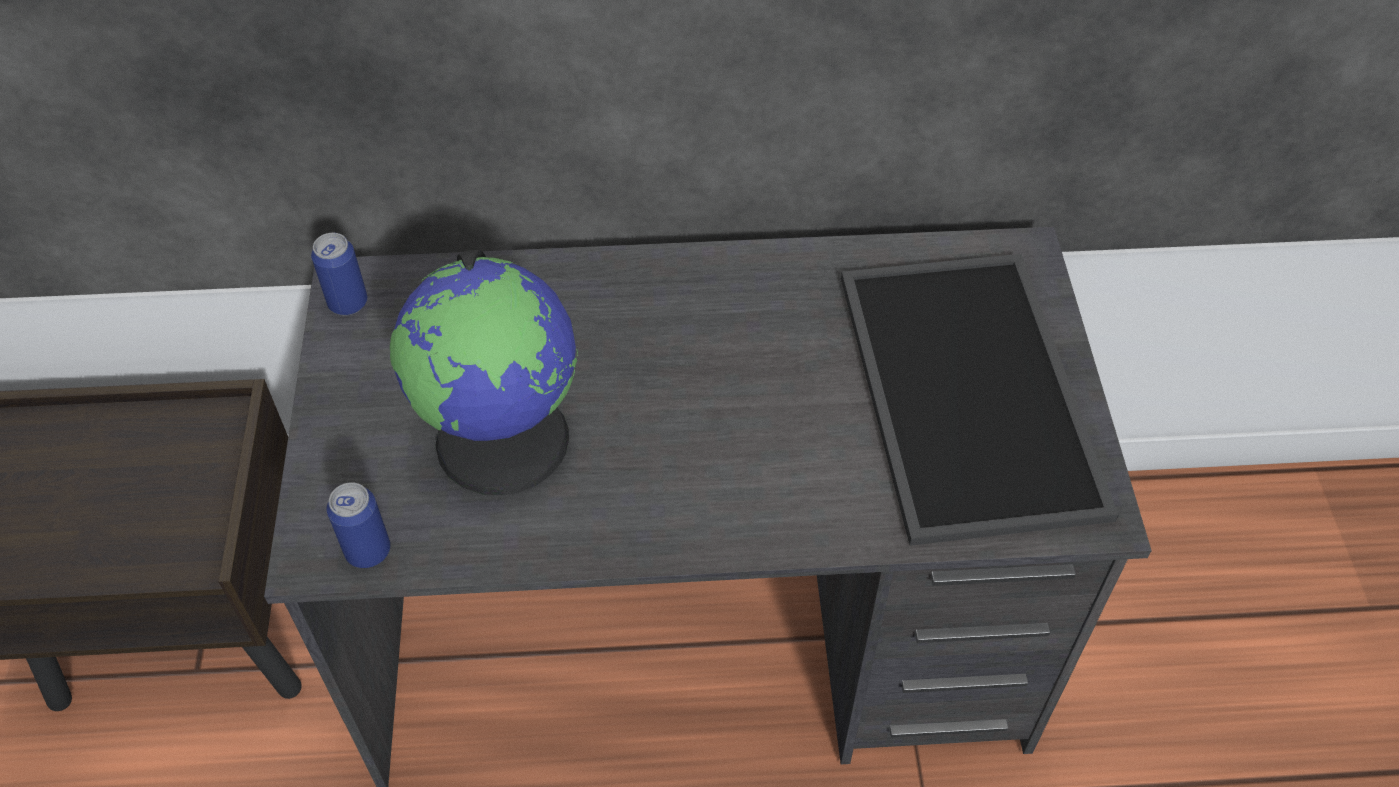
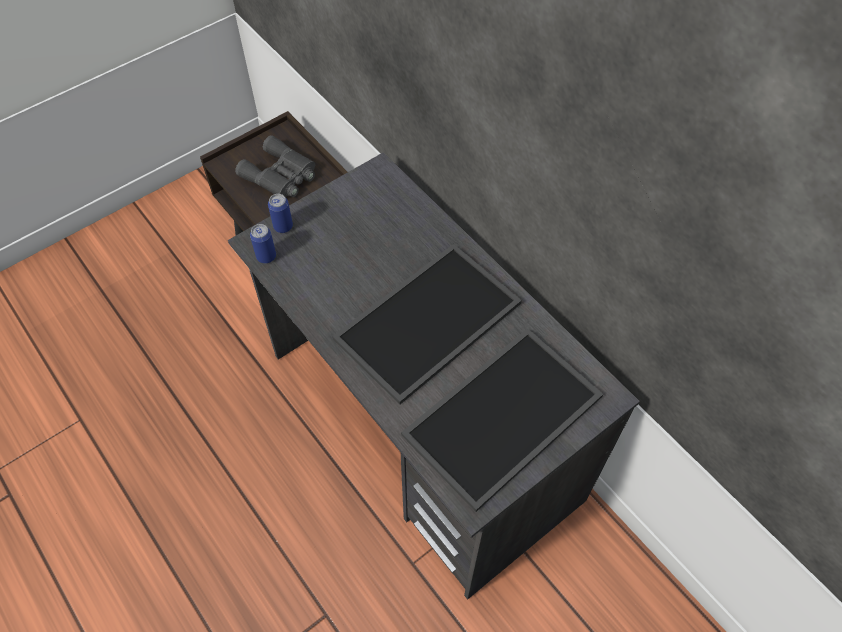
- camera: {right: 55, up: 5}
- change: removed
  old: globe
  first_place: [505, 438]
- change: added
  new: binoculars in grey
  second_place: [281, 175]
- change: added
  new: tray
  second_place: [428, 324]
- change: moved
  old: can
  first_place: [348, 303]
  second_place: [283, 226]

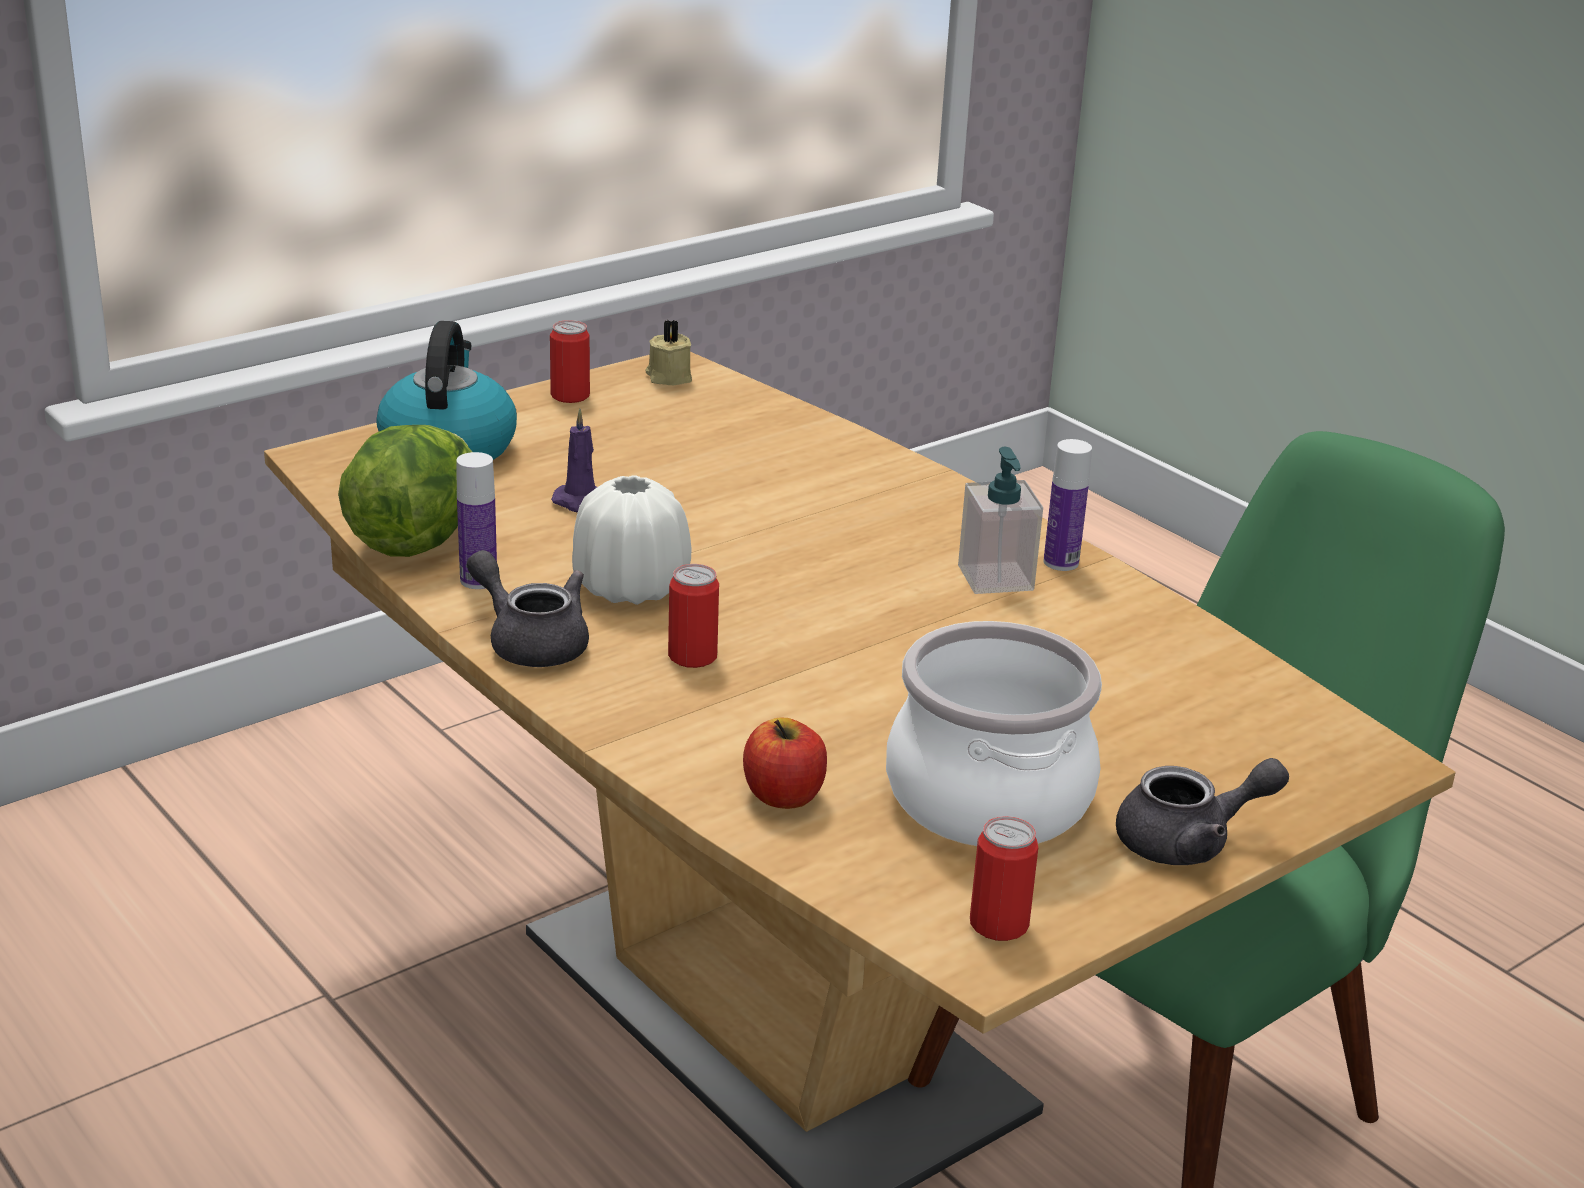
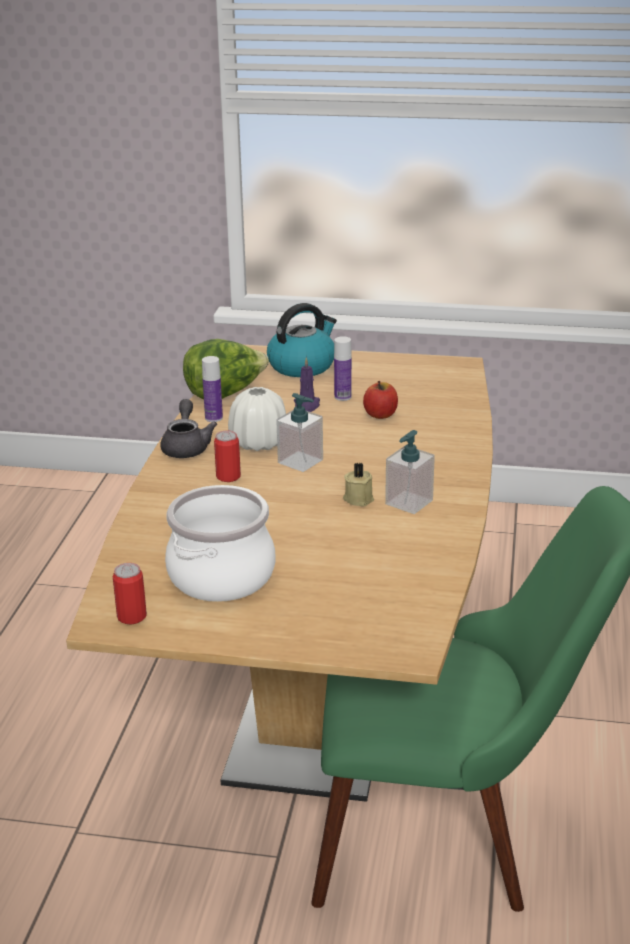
- camera: {right: 50, up: 0}
- change: removed
  old: can
  first_place: [570, 396]
- change: removed
  old: teapot in grey
  first_place: [1189, 842]
- change: added
  new: soap dispenser
  second_place: [300, 461]
- change: moved
  old: candle in beige
  first_place: [668, 377]
  second_place: [358, 498]
- change: moved
  old: apple
  first_place: [783, 796]
  second_place: [380, 414]
- change: moved
  old: bottle
  first_place: [1061, 562]
  second_place: [343, 397]

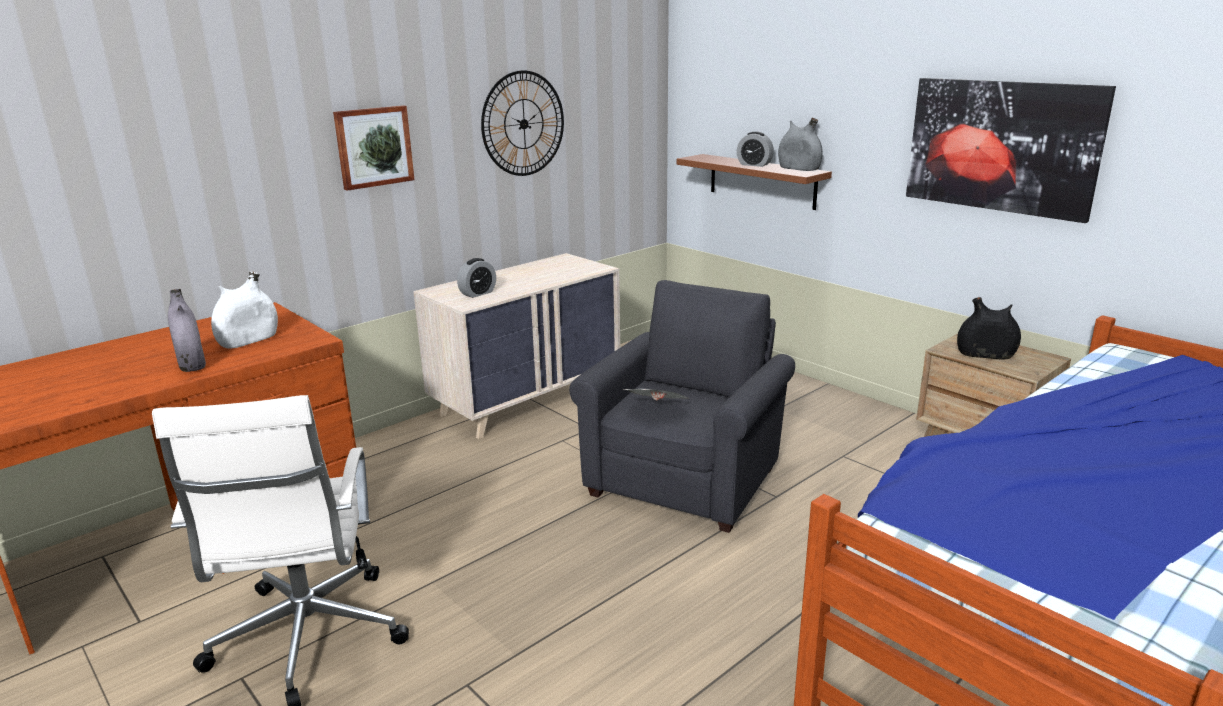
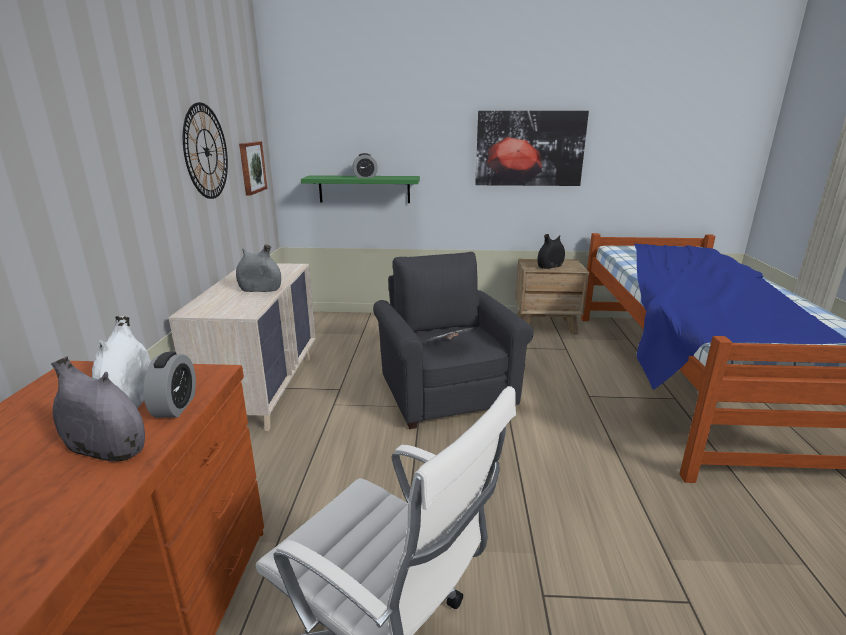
- camera: {right: -45, up: 0}
- change: moved
  old: picture
  first_place: [373, 147]
  second_place: [251, 167]
- change: moved
  old: alarm clock
  first_place: [478, 293]
  second_place: [175, 406]
- change: moved
  old: vase in grey
  first_place: [799, 169]
  second_place: [260, 289]
- change: recoloured
  old: shelf in brown
  new: shelf in green
  first_place: [762, 181]
  second_place: [364, 189]

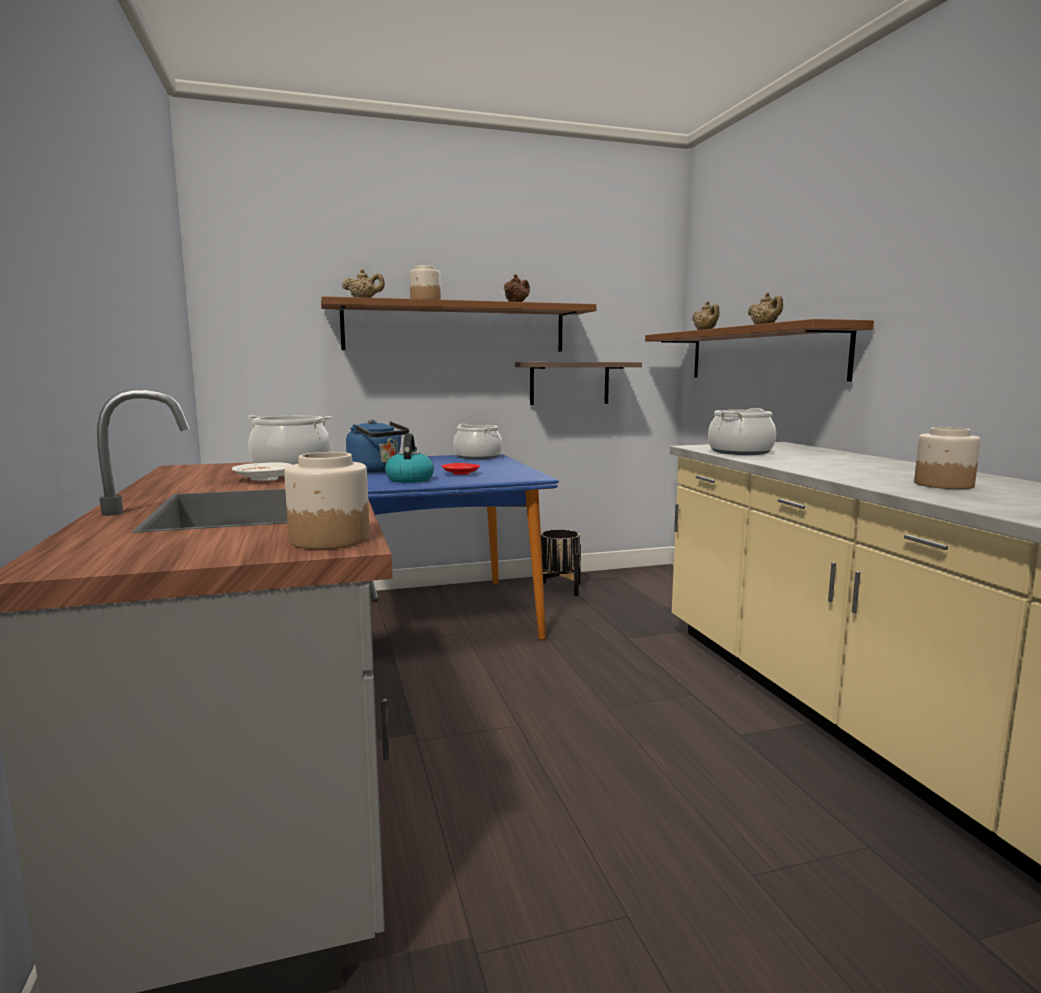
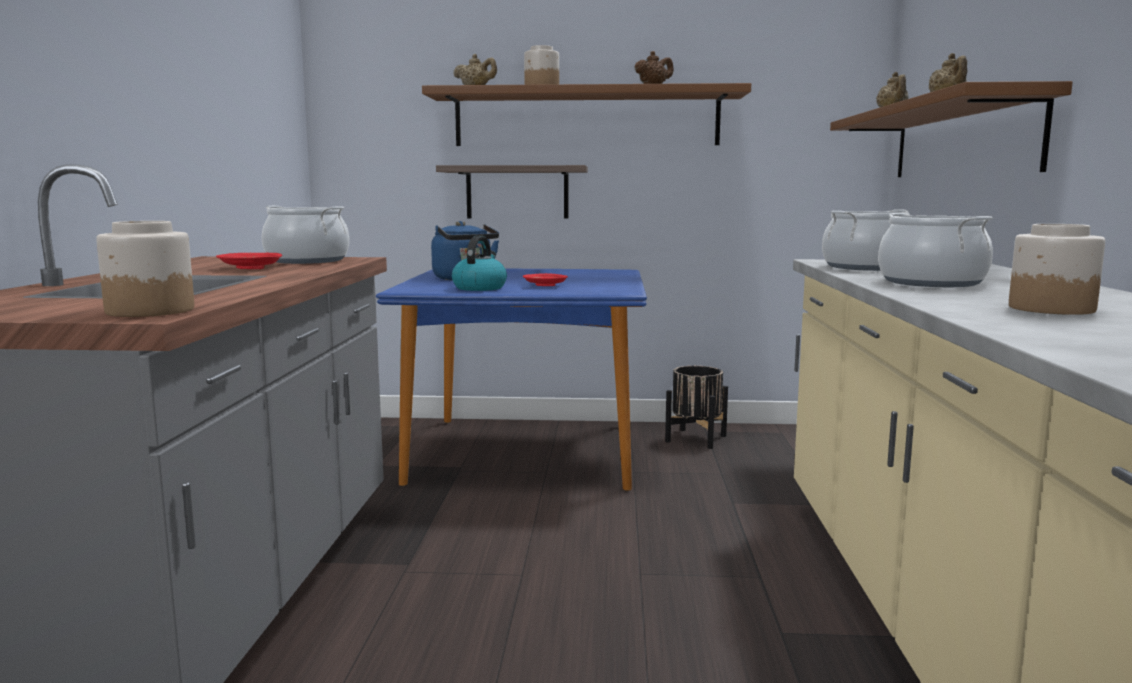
- camera: {right: 20, up: 0}
- change: moved
  old: cooking pot
  first_place: [478, 457]
  second_place: [932, 282]
- change: moved
  old: shelf
  first_place: [569, 383]
  second_place: [517, 192]
- change: recoloured
  old: plate in white
  new: plate in red
  first_place: [264, 479]
  second_place: [250, 268]

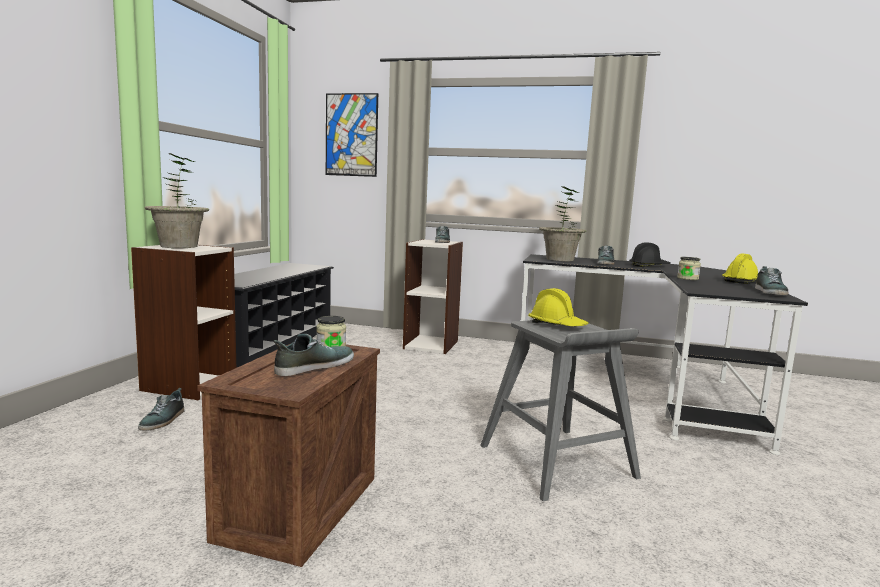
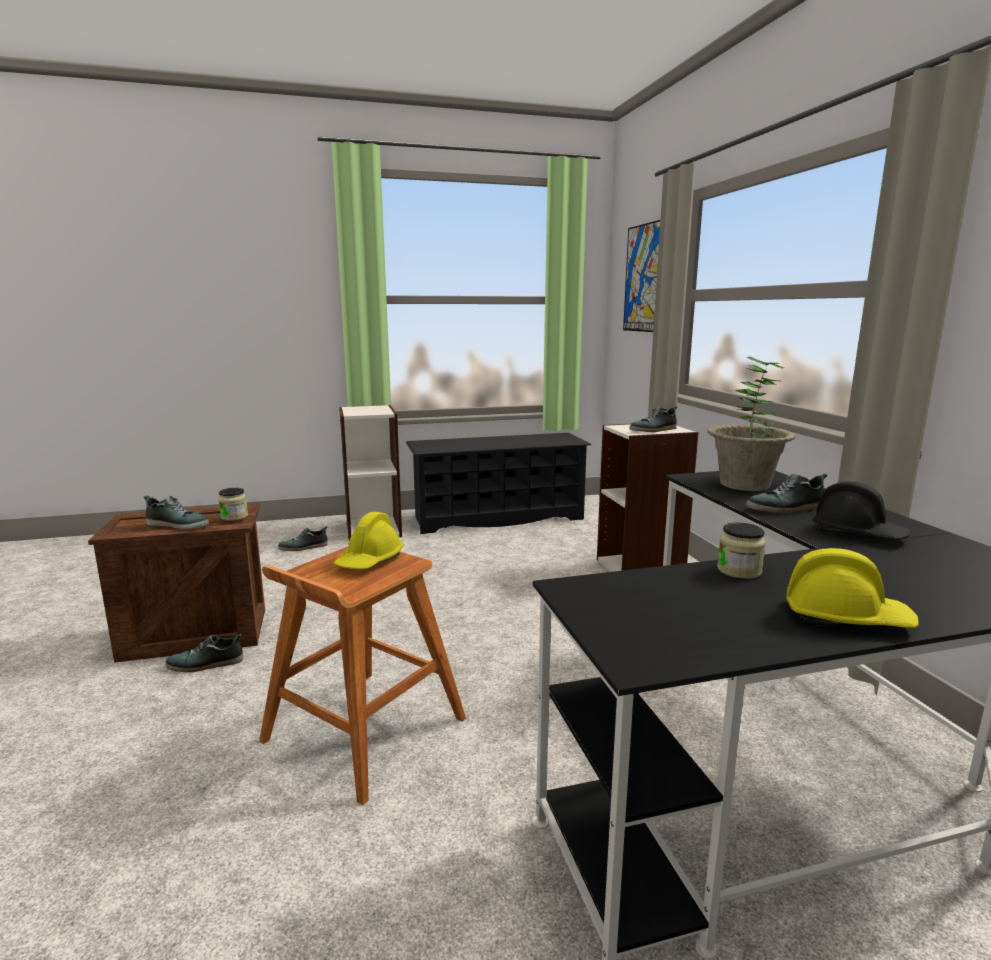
- camera: {right: 60, up: 5}
- change: removed
  old: potted plant
  first_place: [179, 246]
- change: moved
  old: shoe
  first_place: [771, 292]
  second_place: [205, 664]
- change: recoloured
  old: stool in grey
  new: stool in brown
  first_place: [557, 462]
  second_place: [363, 730]

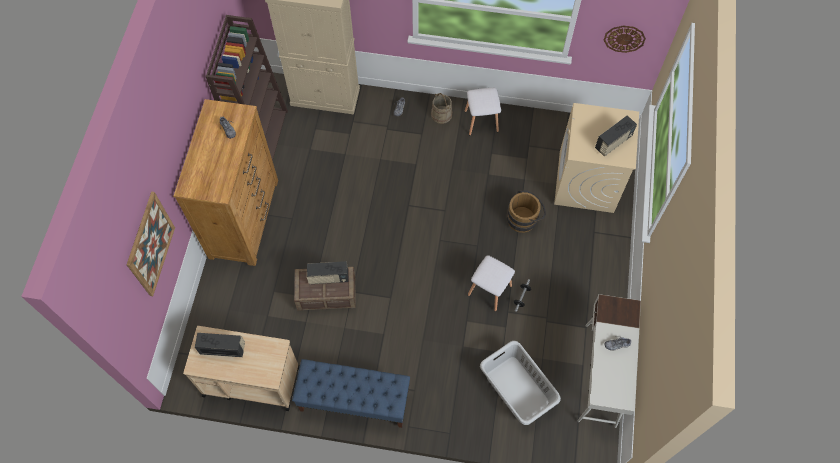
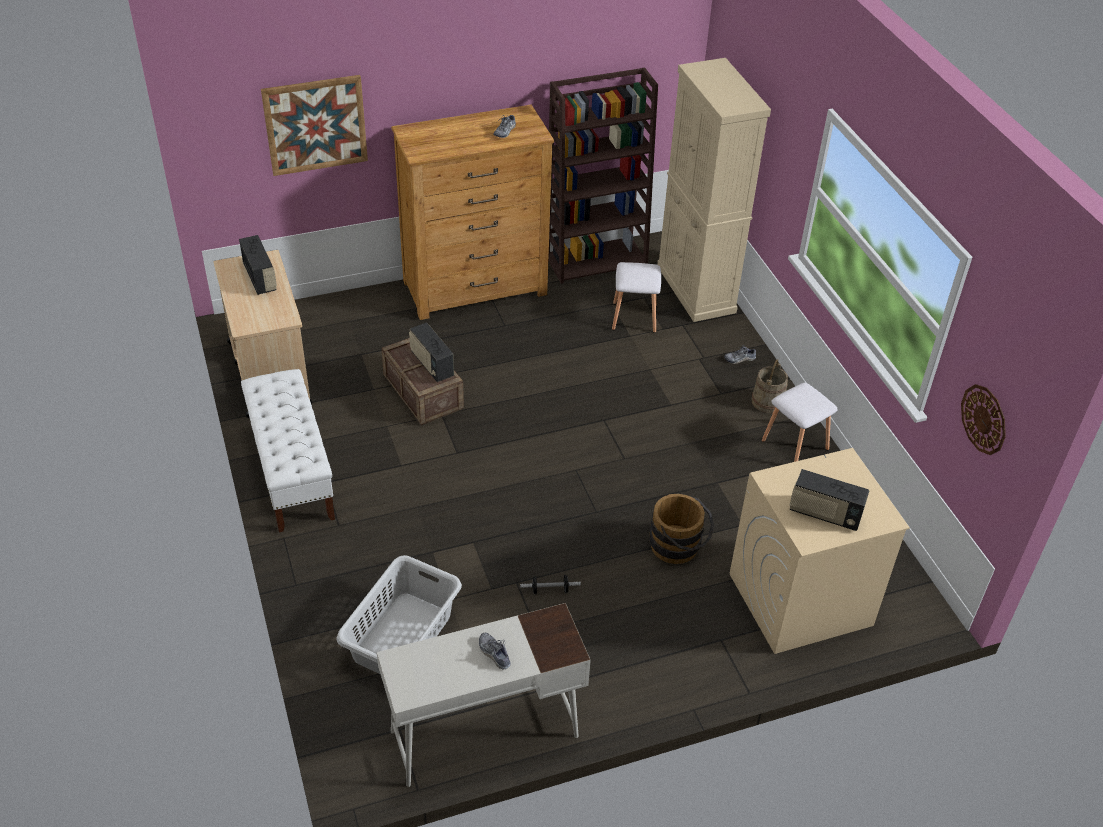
- camera: {right: 60, up: -20}
- change: moved
  old: stool in white
  first_place: [489, 289]
  second_place: [635, 317]
- change: recoloured
  old: bench in blue
  new: bench in white
  first_place: [354, 401]
  second_place: [292, 472]

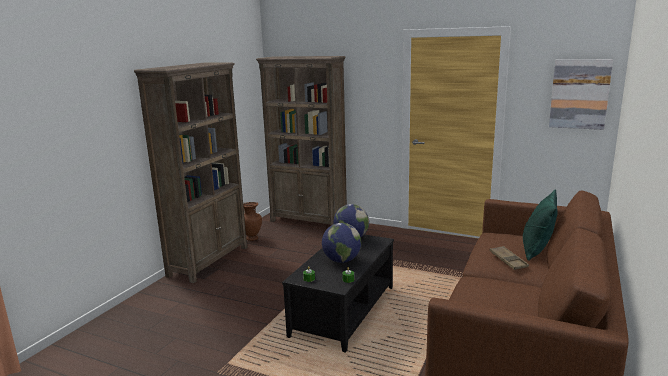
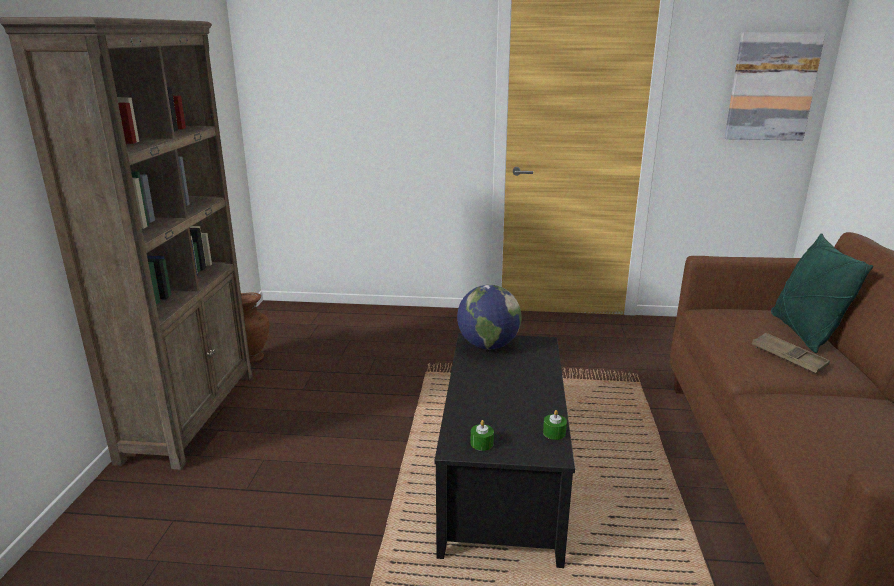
- camera: {right: -20, up: 5}
- change: removed
  old: bookcase in brown
  first_place: [309, 221]
- change: removed
  old: globe
  first_place: [341, 260]

